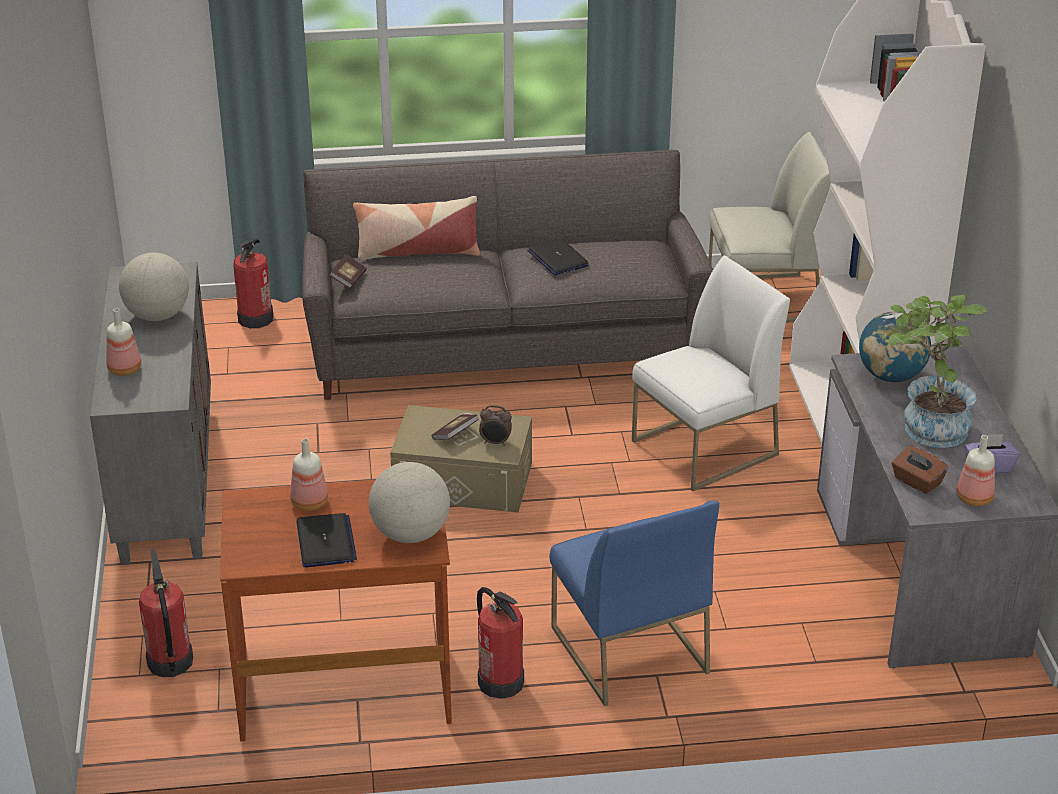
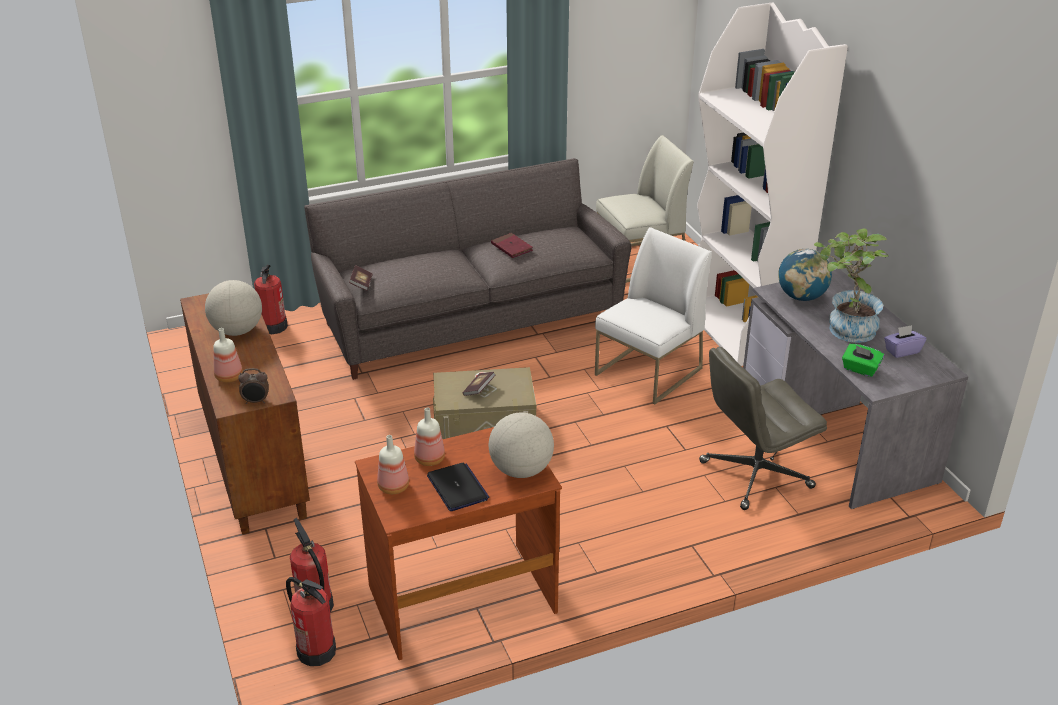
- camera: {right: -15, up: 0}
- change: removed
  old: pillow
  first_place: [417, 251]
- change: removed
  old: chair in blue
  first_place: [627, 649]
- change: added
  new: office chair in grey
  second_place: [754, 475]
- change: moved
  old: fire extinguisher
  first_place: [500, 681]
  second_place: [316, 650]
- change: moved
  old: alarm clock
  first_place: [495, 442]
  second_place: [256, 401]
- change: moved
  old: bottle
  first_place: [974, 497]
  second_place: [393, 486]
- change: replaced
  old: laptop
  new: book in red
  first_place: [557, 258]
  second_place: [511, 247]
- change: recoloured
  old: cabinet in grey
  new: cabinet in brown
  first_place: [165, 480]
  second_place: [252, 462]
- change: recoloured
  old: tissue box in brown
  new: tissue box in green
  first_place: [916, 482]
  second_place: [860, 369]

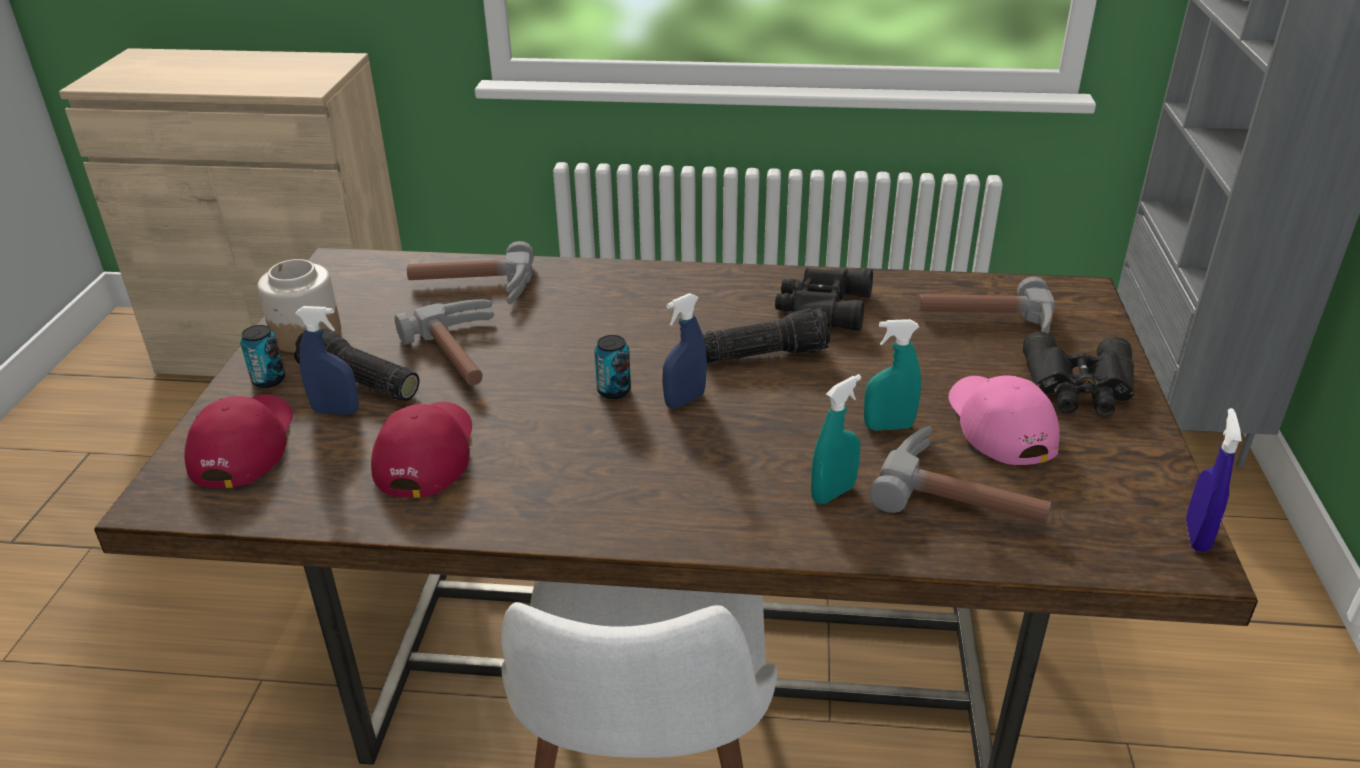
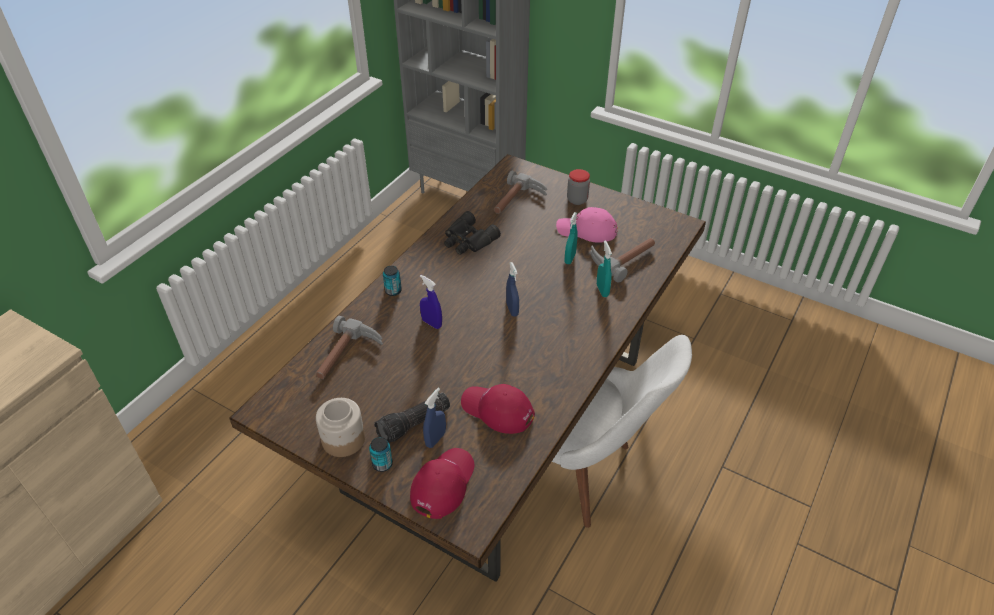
- camera: {right: -65, up: 10}
- change: removed
  old: hammer
  first_place: [466, 353]
- change: removed
  old: flashlight
  first_place: [764, 353]
- change: moved
  old: can
  first_place: [614, 391]
  second_place: [393, 291]
- change: moved
  old: spray bottle in blue
  first_place: [1196, 536]
  second_place: [431, 323]
- change: replaced
  old: binoculars in black
  new: jar
  first_place: [1079, 388]
  second_place: [577, 200]
- change: turned
  old: cap in red
  first_place: [243, 445]
  second_place: [443, 484]
  degrees: 90

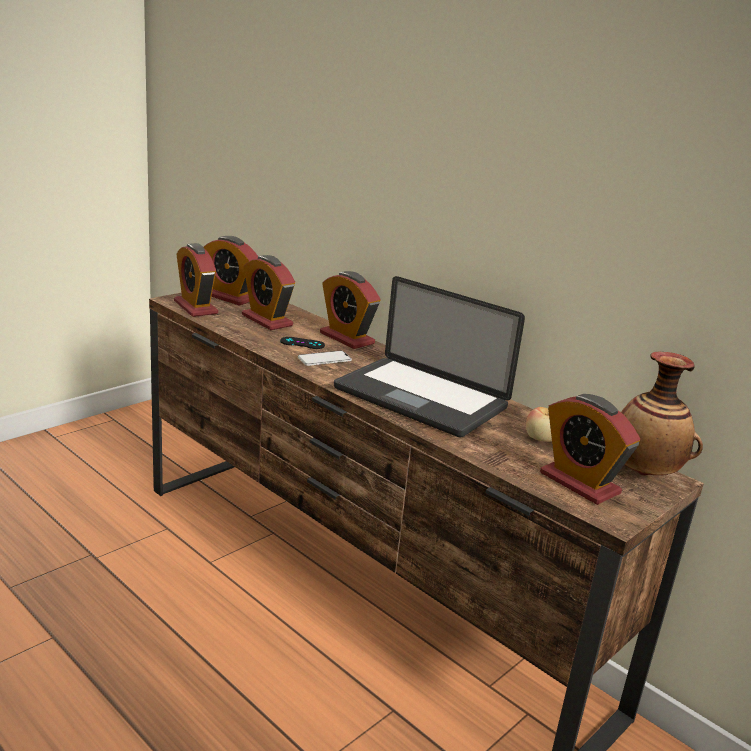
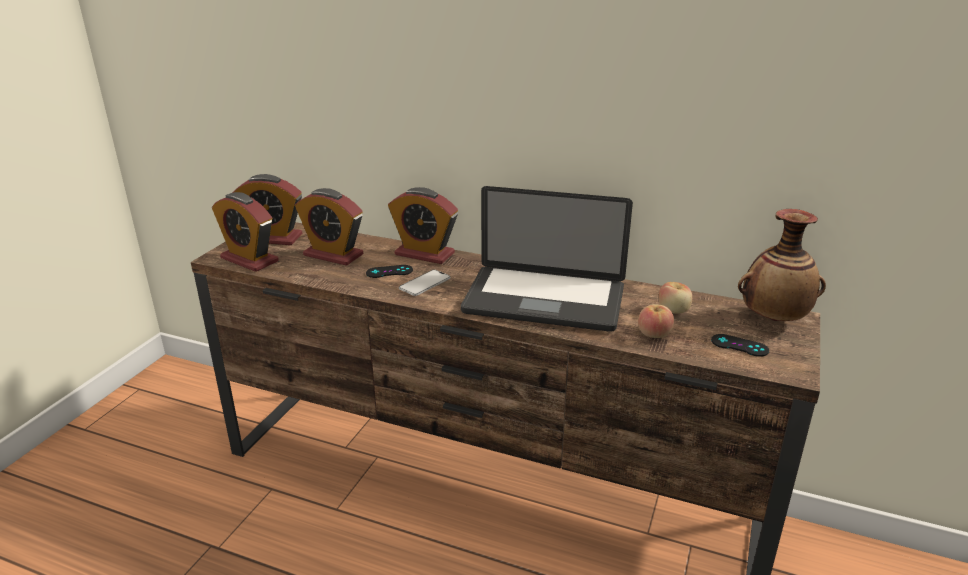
- camera: {right: -20, up: 5}
- change: added
  new: apple
  second_place: [653, 334]
- change: replaced
  old: alarm clock
  new: game controller in black
  first_place: [579, 483]
  second_place: [739, 345]

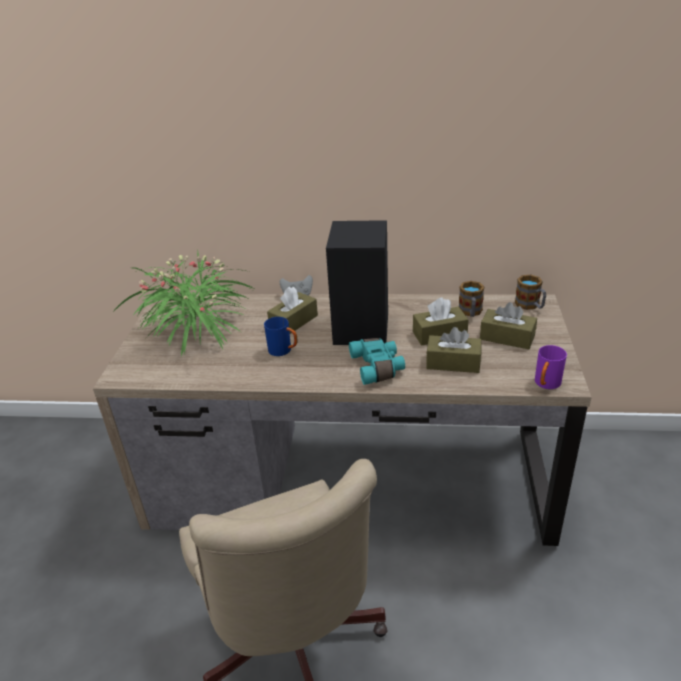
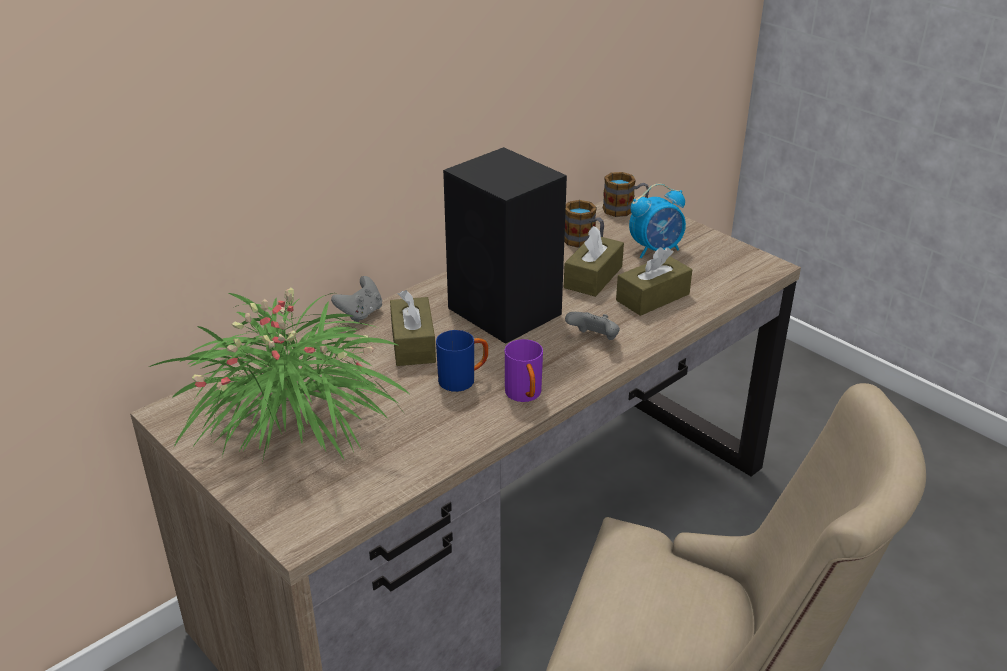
- camera: {right: -50, up: 0}
- change: moved
  old: mug in purple
  first_place: [546, 385]
  second_place: [525, 396]
- change: replaced
  old: binoculars in turquoise
  new: game controller in grey
  first_place: [378, 367]
  second_place: [594, 339]
- change: replaced
  old: tissue box in brown
  new: alarm clock
  first_place: [507, 337]
  second_place: [656, 250]

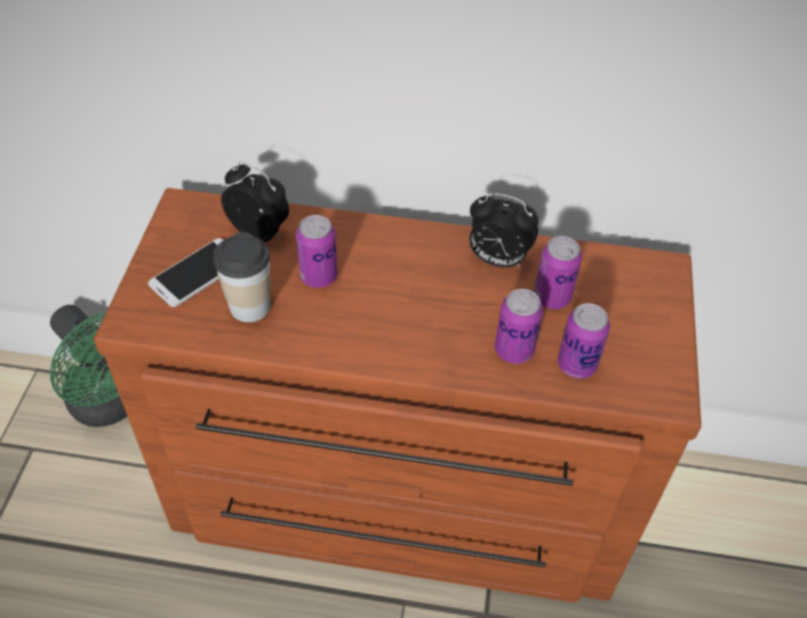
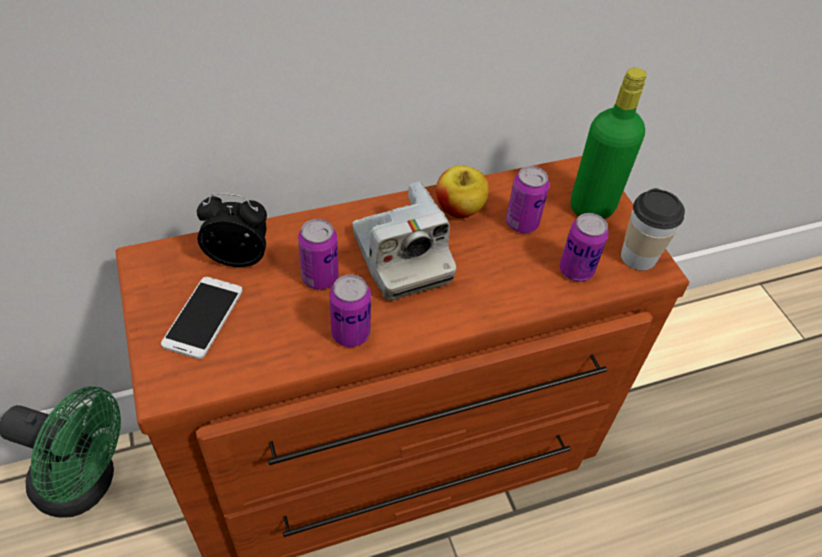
- camera: {right: -30, up: 0}
- change: added
  new: photo camera
  second_place: [401, 258]
- change: added
  new: bottle in green
  second_place: [592, 207]
- change: moved
  old: cup
  first_place: [250, 307]
  second_place: [638, 257]
- change: moved
  old: can
  first_place: [514, 350]
  second_place: [350, 333]
- change: replaced
  old: alarm clock
  new: apple
  first_place: [497, 260]
  second_place: [459, 208]

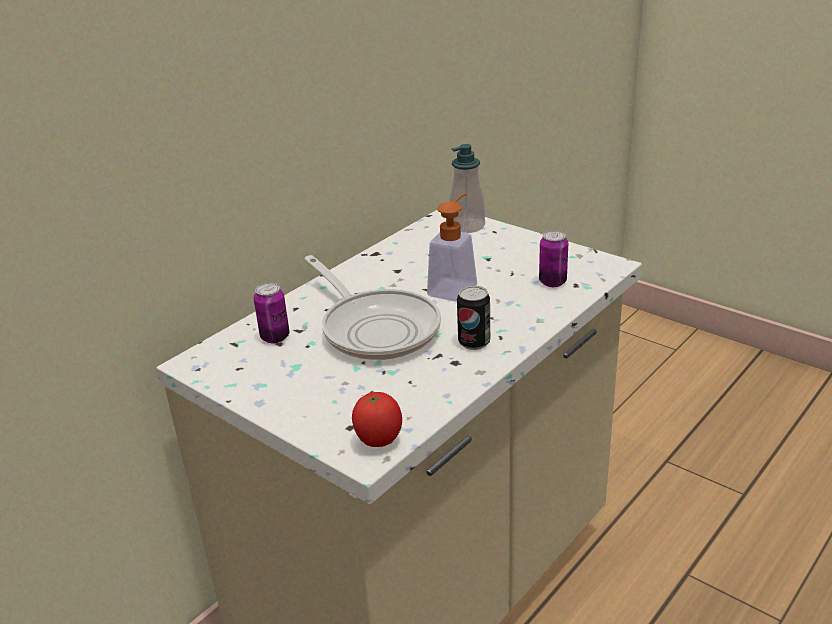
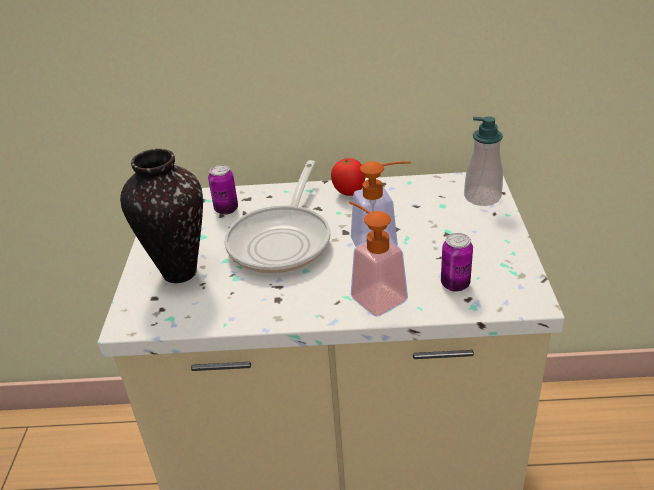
- camera: {right: 50, up: 5}
- change: removed
  old: can
  first_place: [474, 342]
- change: added
  new: vase
  second_place: [179, 272]
- change: added
  new: soap dispenser
  second_place: [372, 295]
- change: moved
  old: tomato
  first_place: [378, 442]
  second_place: [349, 193]

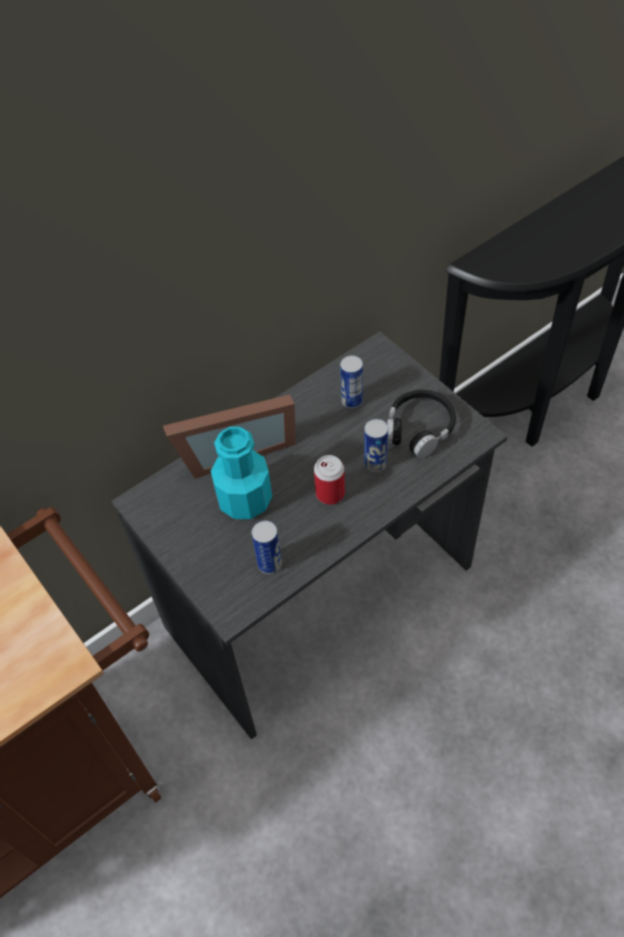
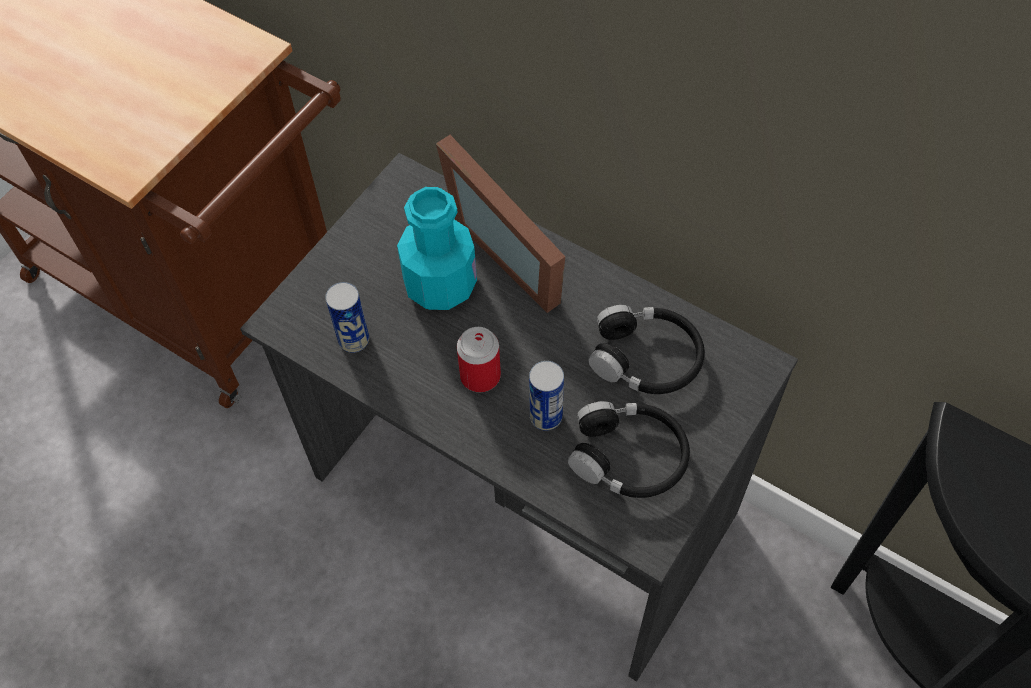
- camera: {right: 70, up: 5}
- change: replaced
  old: can
  new: headphones in black
  first_place: [352, 401]
  second_place: [646, 358]

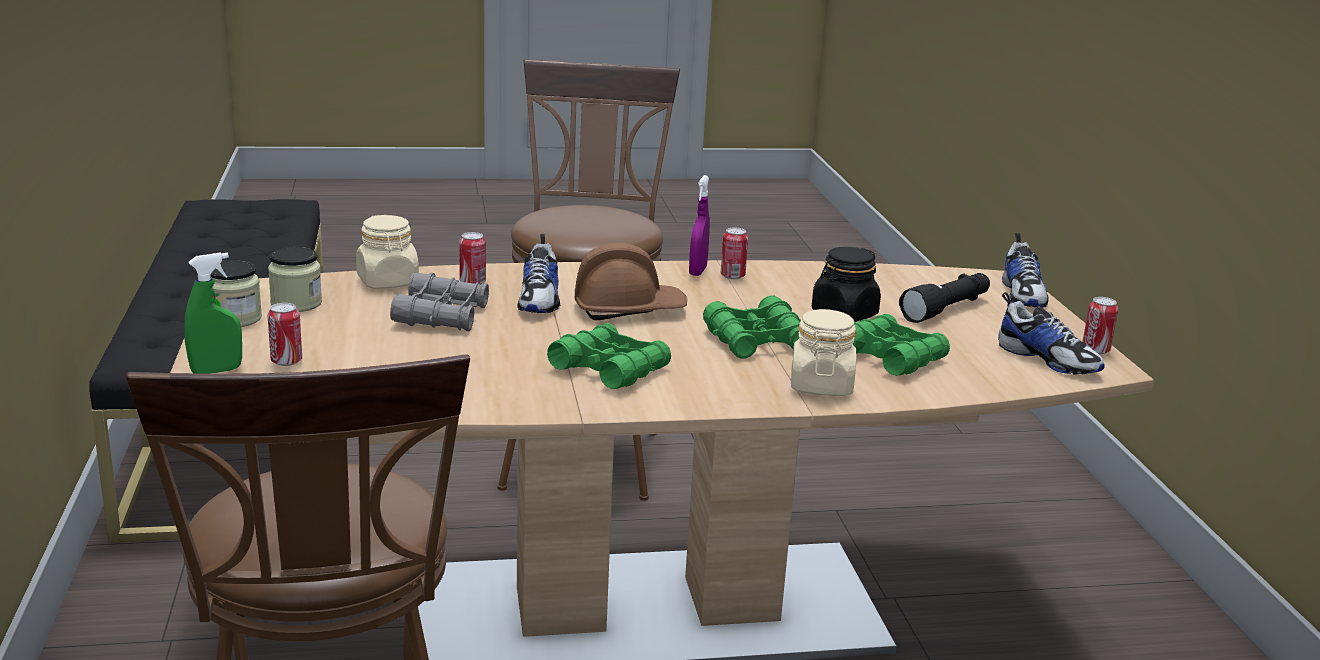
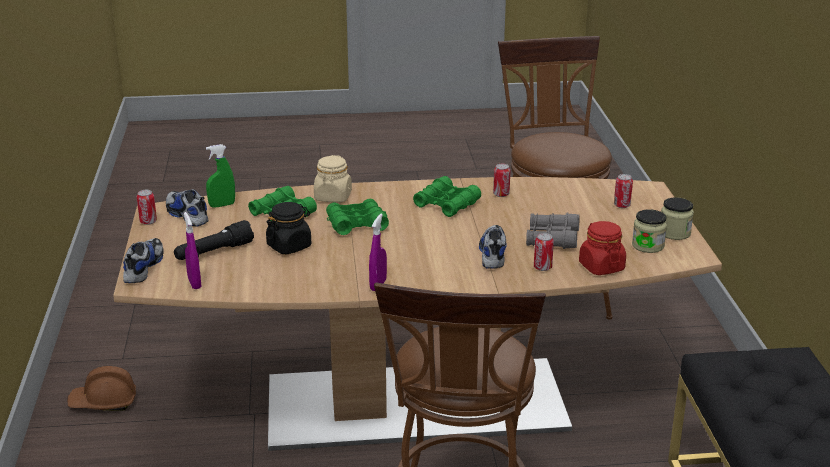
- camera: {right: -175, up: 5}
- change: added
  new: spray bottle in purple
  second_place: [194, 283]
- change: moved
  old: spray bottle in green
  first_place: [216, 371]
  second_place: [222, 205]
- change: moved
  old: hard hat in brown
  first_place: [628, 310]
  second_place: [103, 402]
- change: moved
  old: can
  first_place: [732, 276]
  second_place: [501, 194]
- change: recoloured
  old: jar in beige
  new: jar in red
  first_place: [388, 282]
  second_place: [601, 267]

